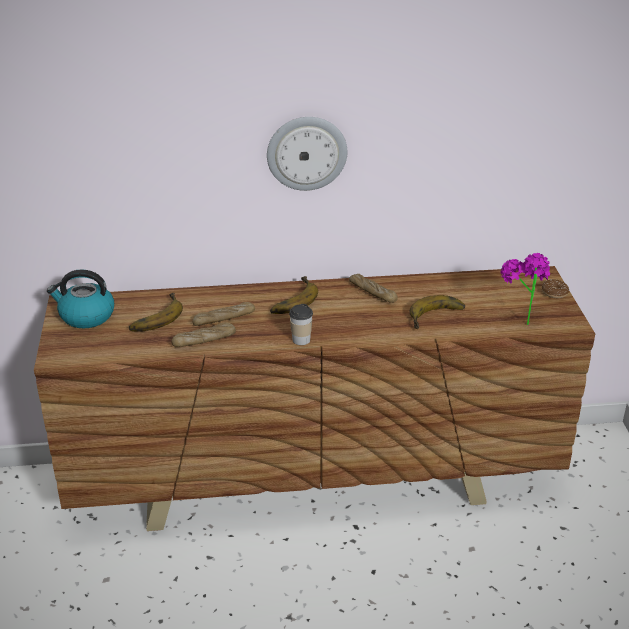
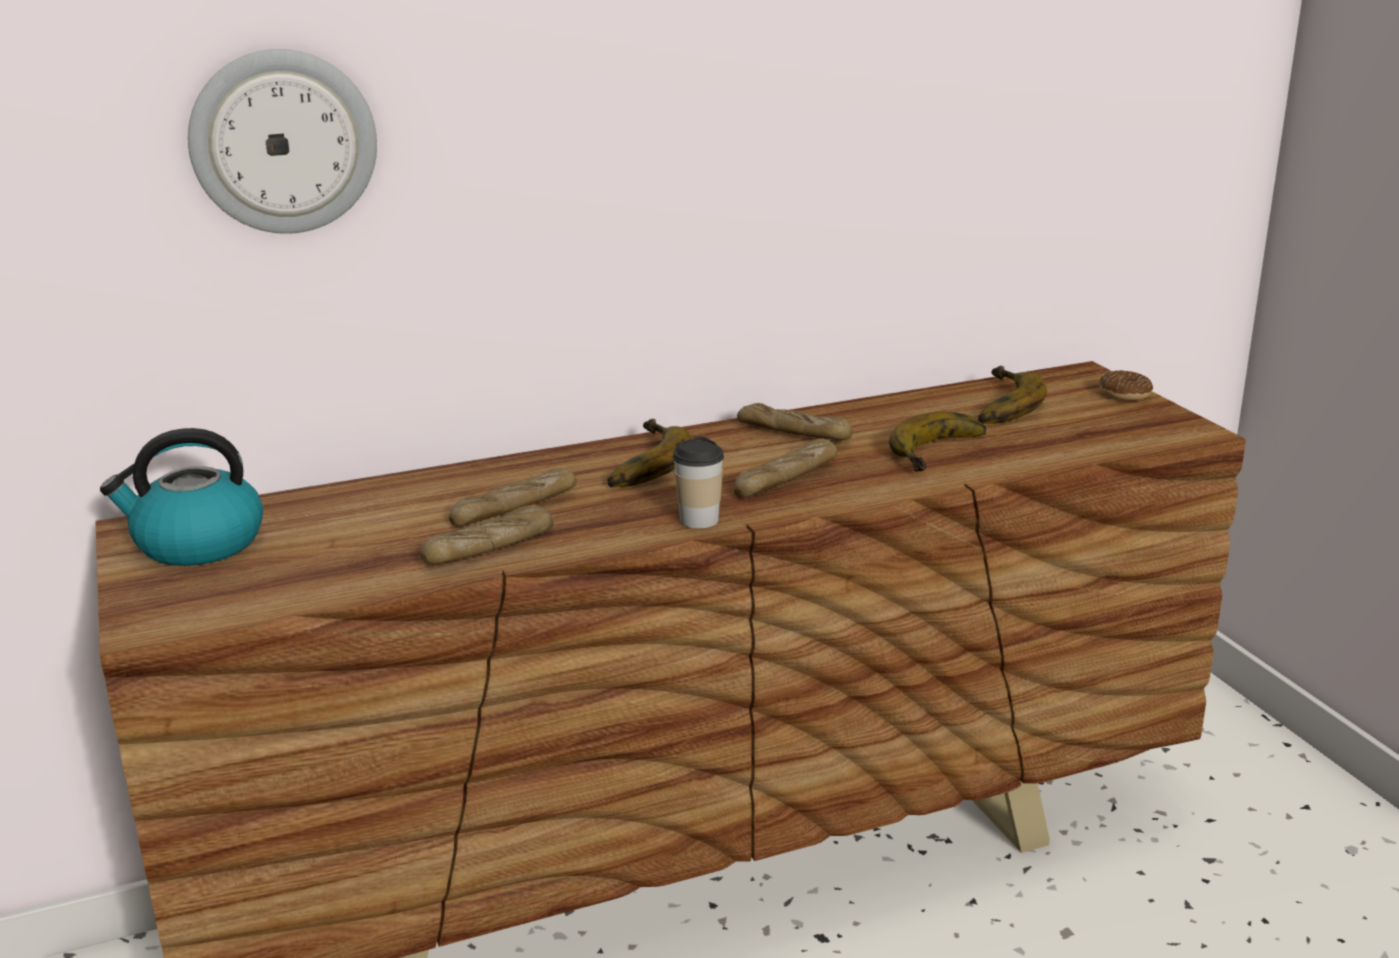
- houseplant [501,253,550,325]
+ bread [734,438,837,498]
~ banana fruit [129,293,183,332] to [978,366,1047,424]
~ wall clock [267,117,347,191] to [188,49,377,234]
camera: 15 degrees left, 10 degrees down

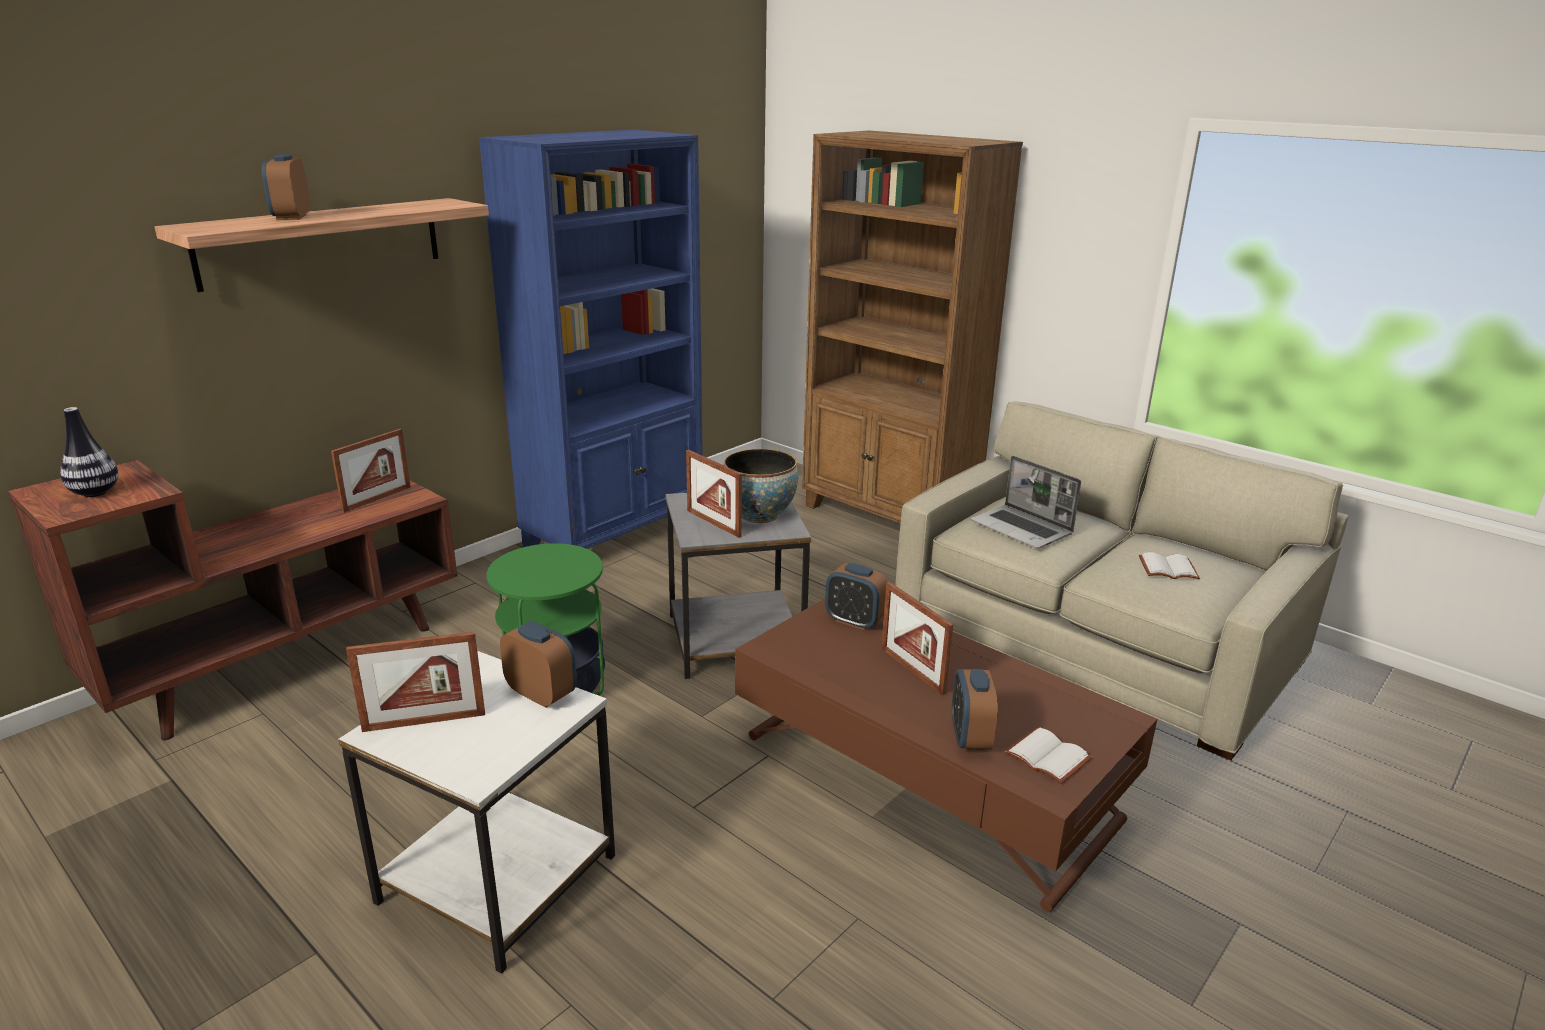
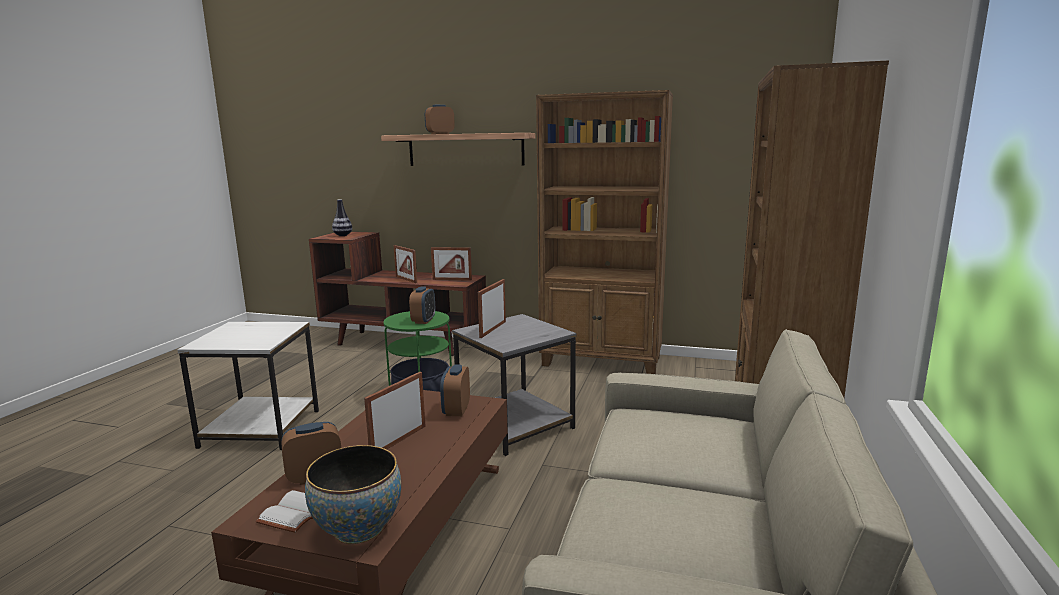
- portable computer [971,456,1081,548]
- volume (white) [1139,552,1200,579]
~ picture frame [346,632,485,732] to [394,245,417,283]
~ bedside clock [500,621,577,708] to [409,286,435,324]
~ serving bowl [724,449,798,523] to [305,445,401,544]
~ bookcase (blue-coloured) [478,130,703,549] to bookcase (brown-coloured) [536,90,673,374]
camera: 65 degrees right, 10 degrees down

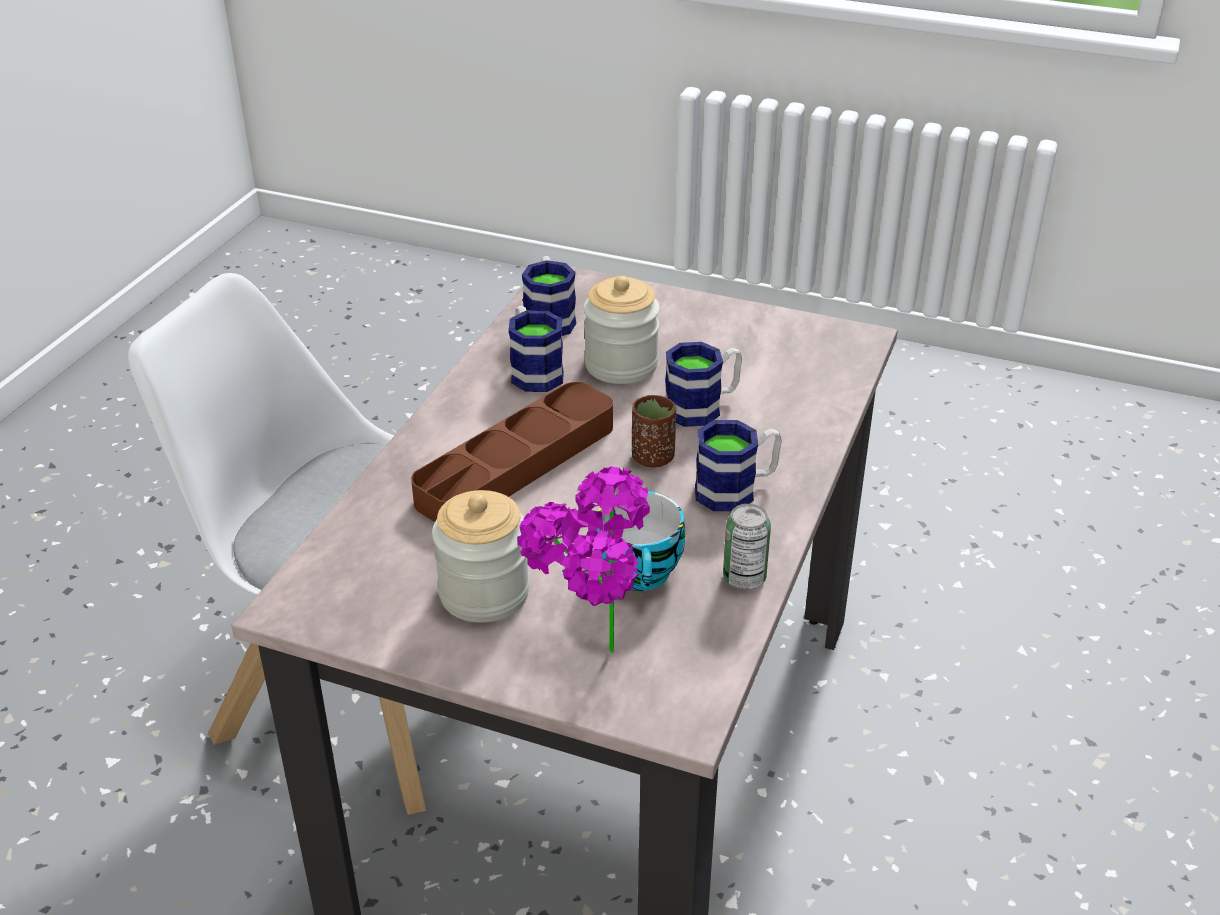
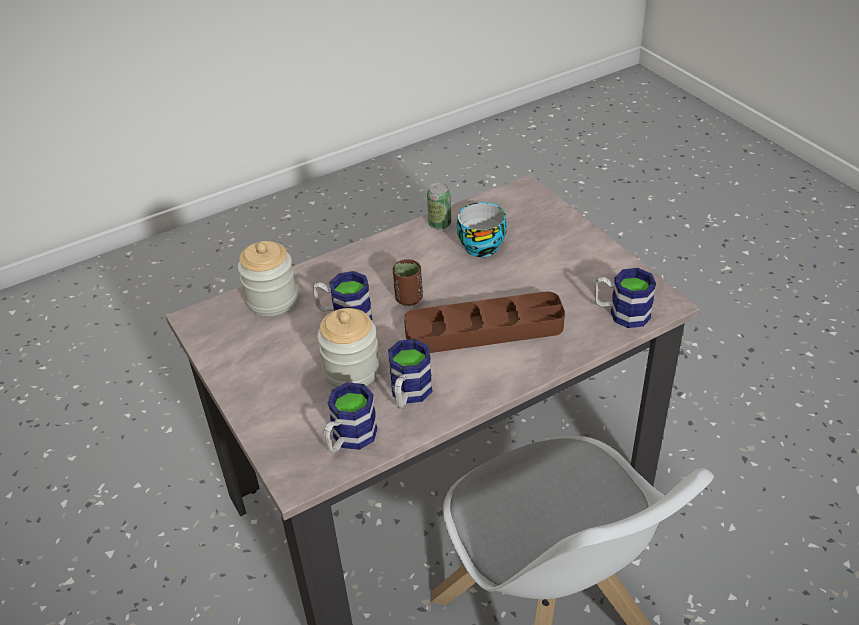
- houseplant [517,466,650,653]
~ jar [432,490,530,623] to [238,241,297,316]
~ coffee mug [695,420,782,511] to [595,268,656,328]
camera: 140 degrees left, 5 degrees up

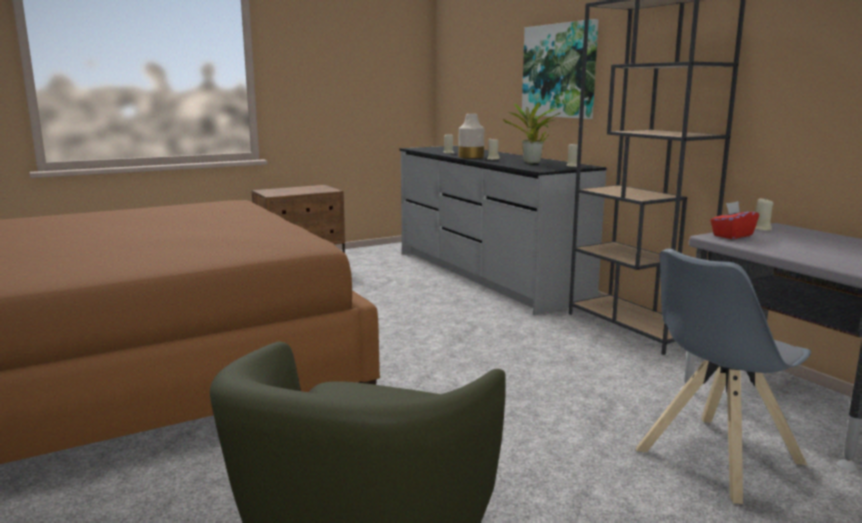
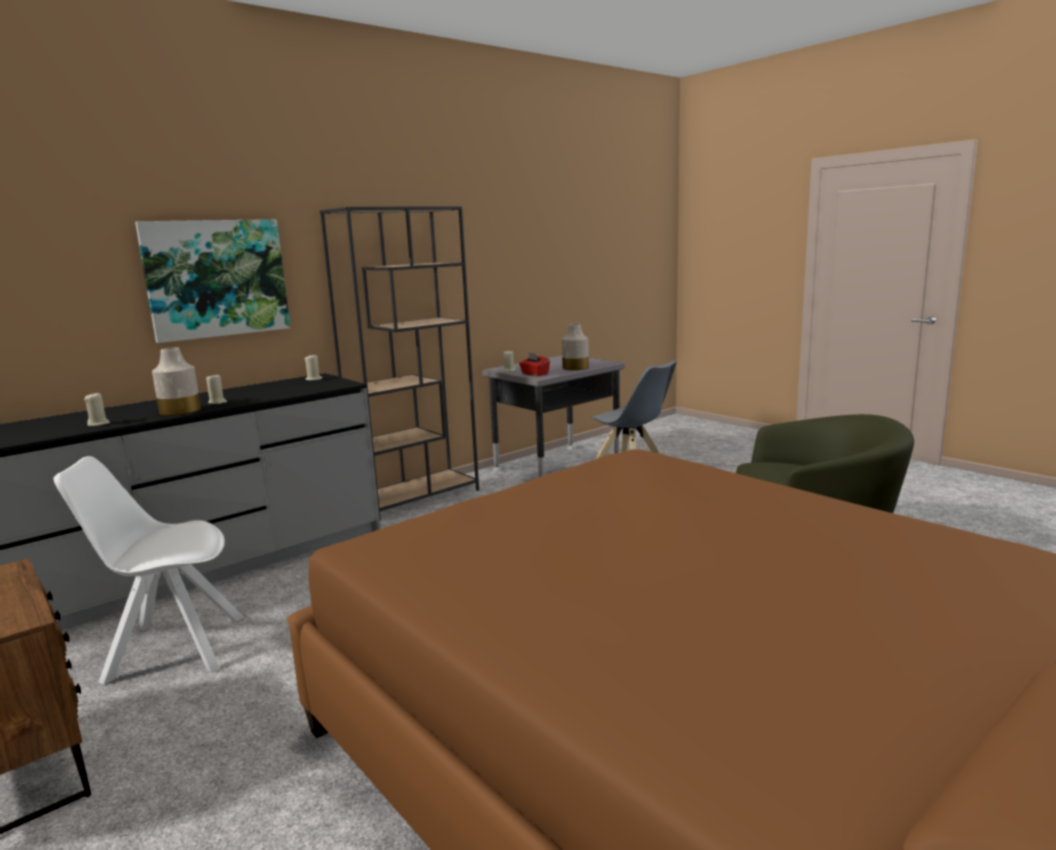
- houseplant [503,102,560,164]
+ upright chair (white) [54,456,244,685]
+ decorative vase (beige-coloured) [562,324,589,370]
camera: 100 degrees left, 0 degrees up

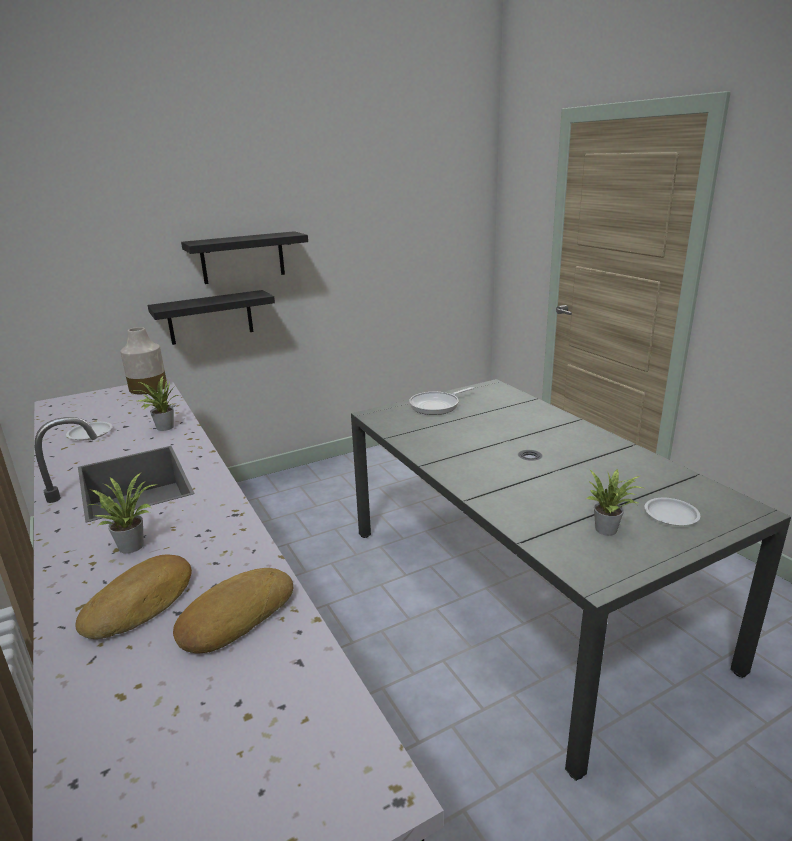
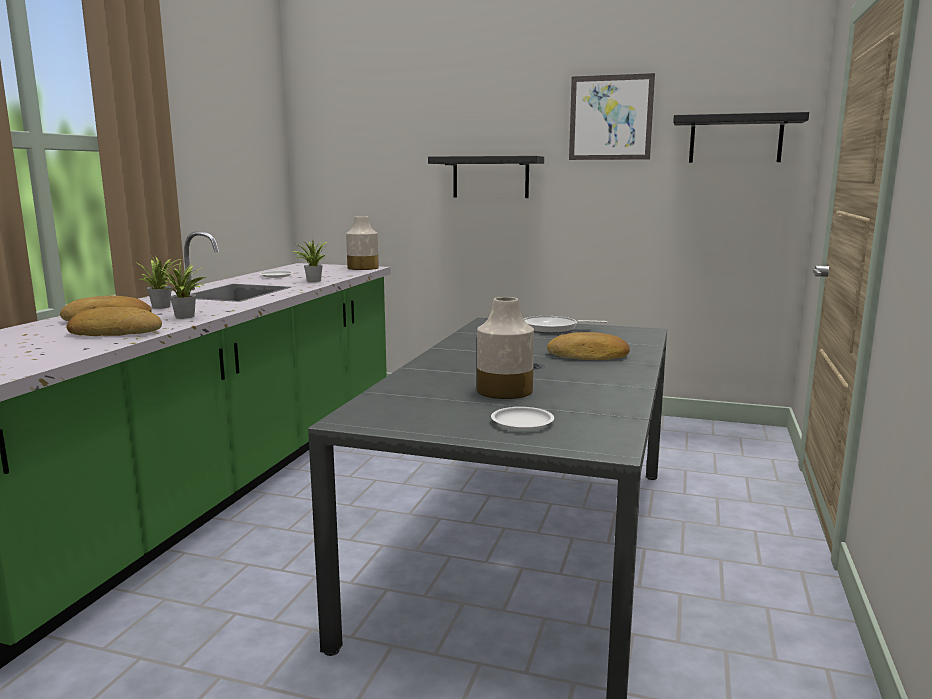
+ decorative vase (beige-coloured) [477,297,534,399]
+ bread [547,332,630,360]
+ wall picture [569,73,655,160]
~ bracket shelf (black-coloured) [148,290,275,345] to [673,112,809,163]
~ houseplant [586,469,643,536] to [157,262,206,319]
camera: 45 degrees right, 10 degrees down

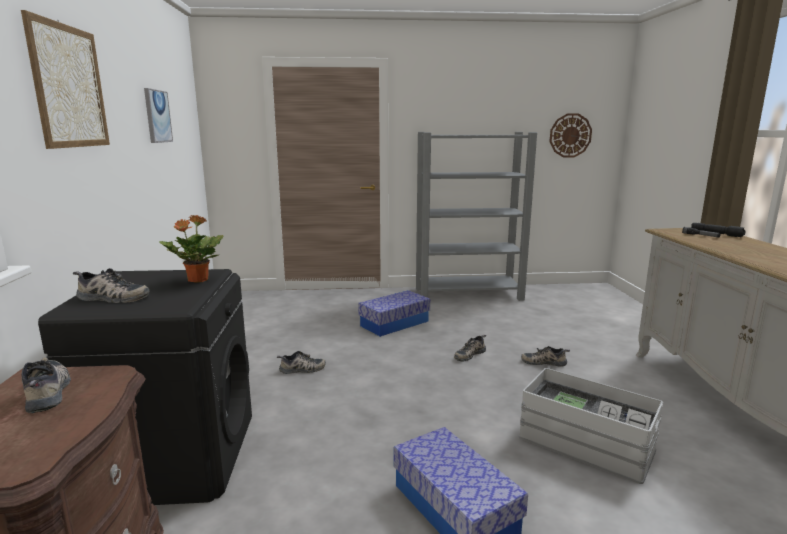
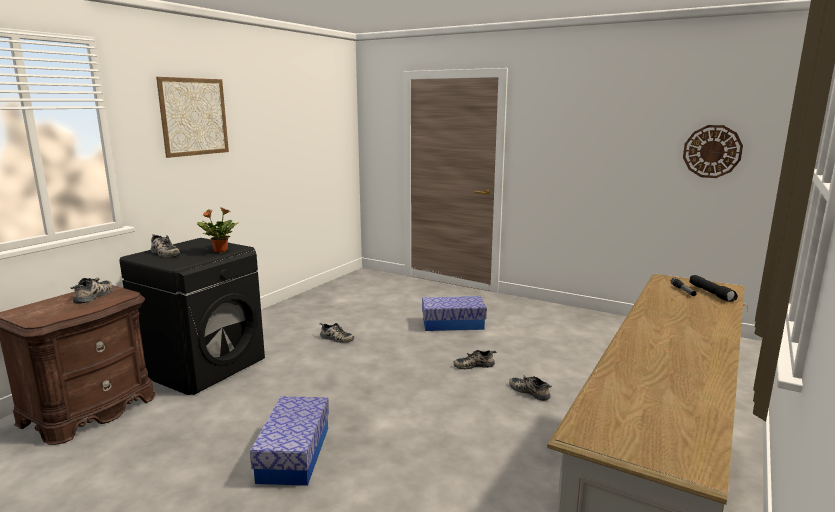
- wall picture [144,88,173,143]
- bookcase (gray) [416,132,537,301]
- storage box (gray) [519,368,663,484]
camera: 35 degrees right, 0 degrees up

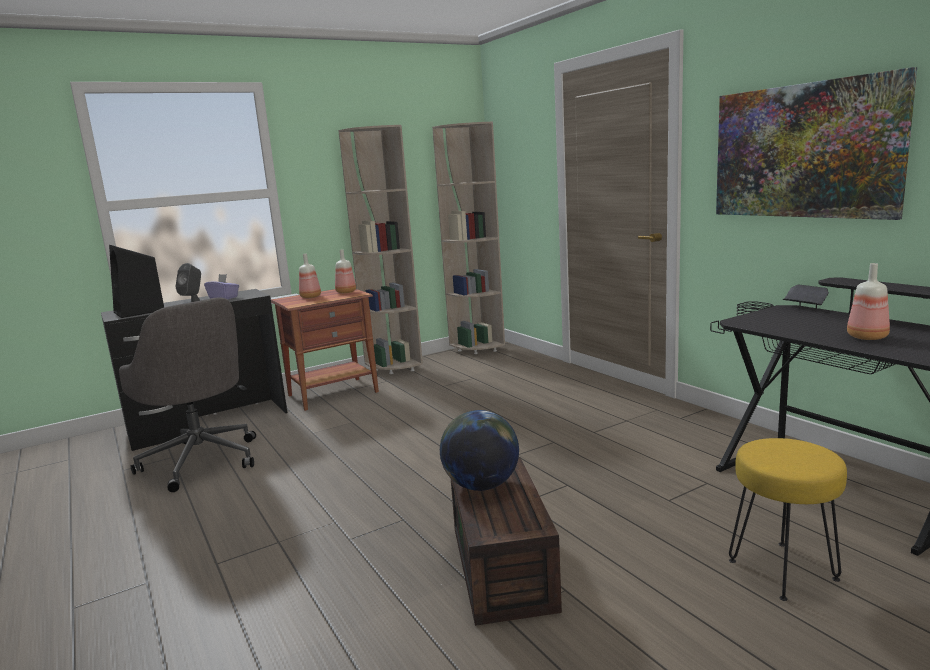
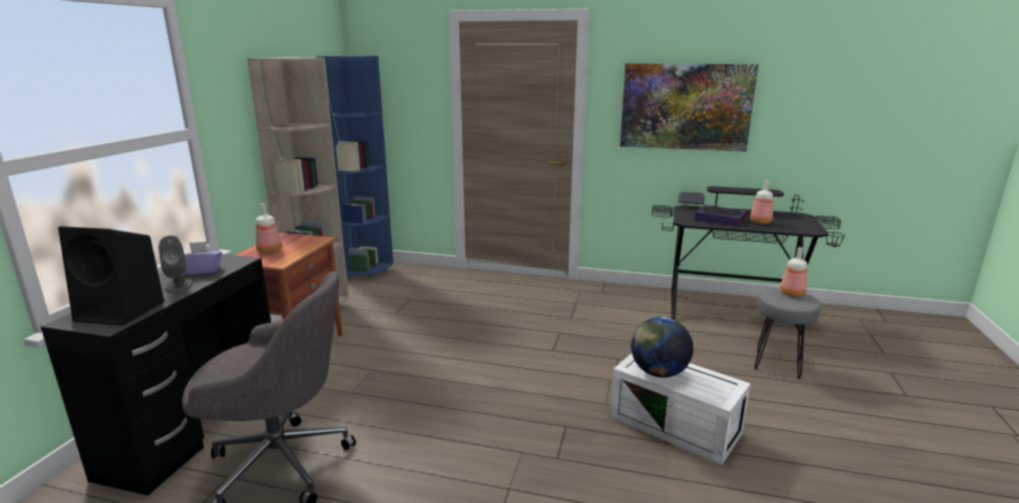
+ volume [694,205,747,226]
~ beverage bottle [335,249,356,293] to [780,247,807,297]
~ bookcase (beige-coloured) [432,122,505,354] to bookcase (blue-coloured) [316,56,393,278]
~ storage box (brown-coloured) [451,457,562,626] to storage box (white) [610,353,751,465]
~ stool seat (yellow) [729,438,847,601] to stool seat (gray) [754,288,821,379]
camera: 45 degrees left, 5 degrees up

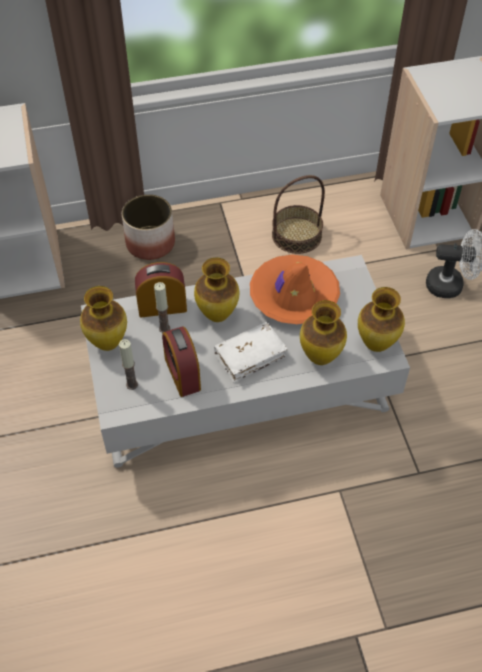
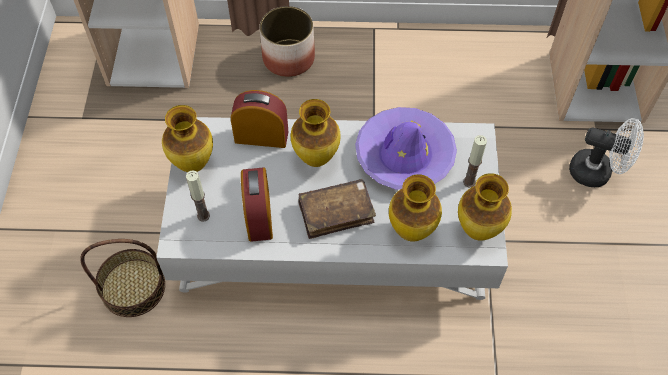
~ candle [154,282,170,333] to [463,135,487,187]
~ household basket [272,175,325,254] to [80,239,165,317]
~ volume (white) [214,322,288,383] to volume (brown-coloured) [298,179,376,239]
~ clothing hat (orange) [250,254,340,324] to clothing hat (purplish) [355,107,457,190]
camera: 15 degrees right, 5 degrees up

